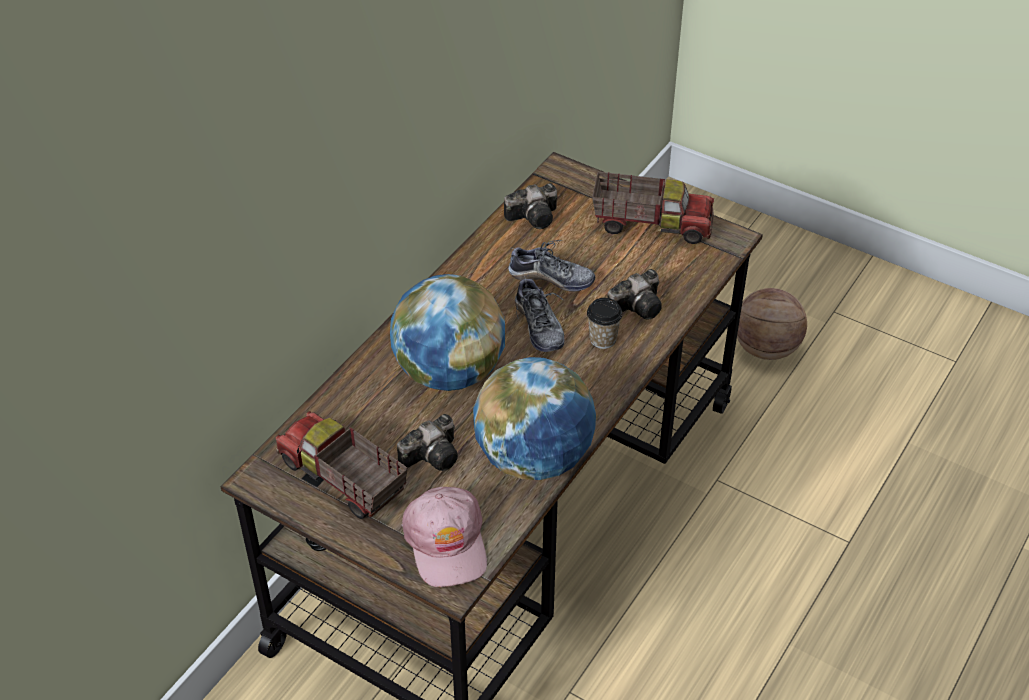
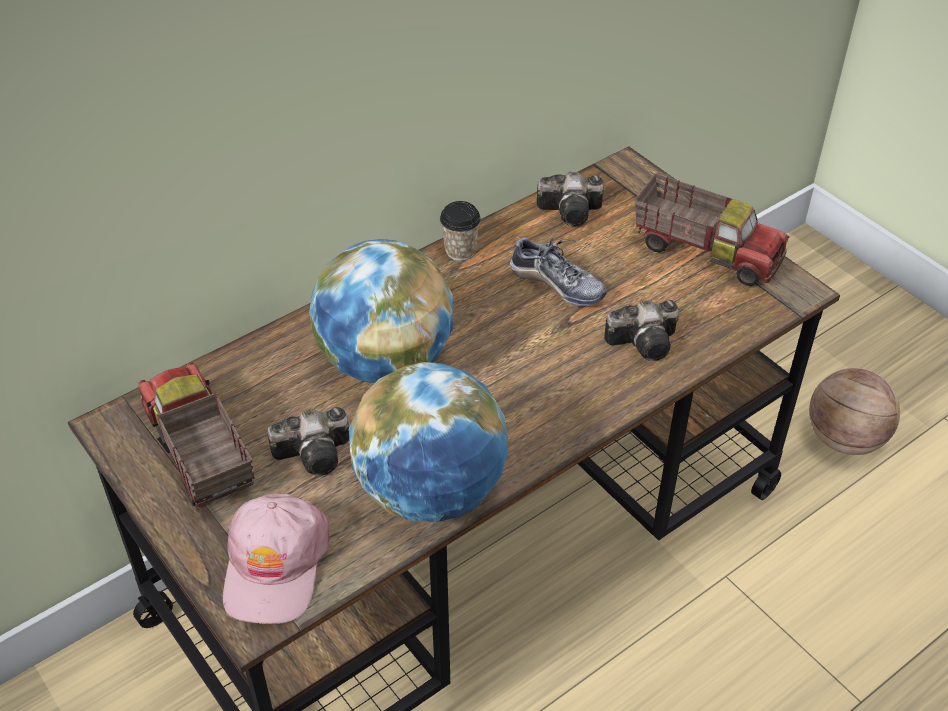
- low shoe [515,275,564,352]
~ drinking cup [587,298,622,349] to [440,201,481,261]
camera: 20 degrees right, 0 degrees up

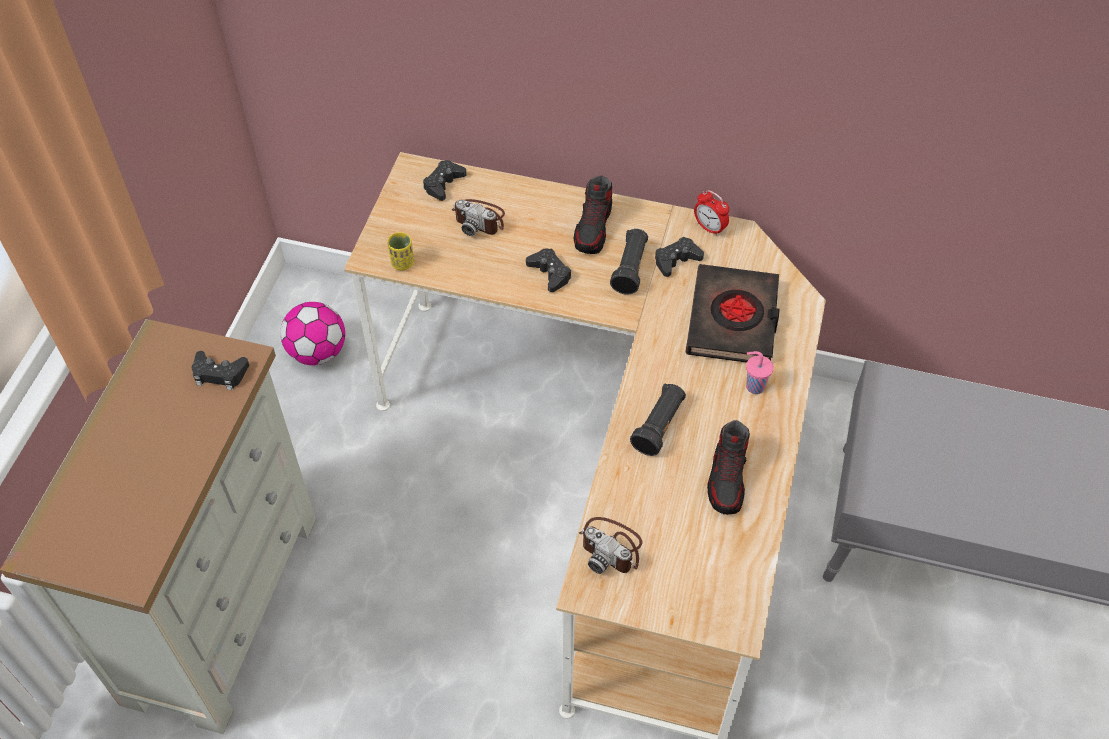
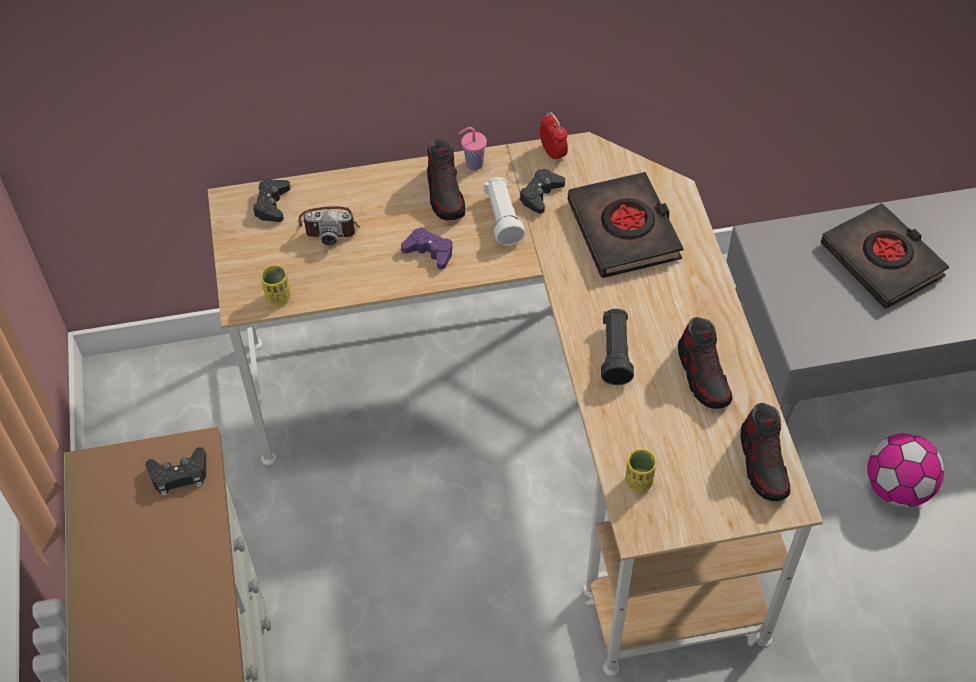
+ low shoe [740,403,790,502]
+ volume (black-coloured) [821,203,949,309]
~ ball for football [280,302,345,365] to [867,433,944,507]
~ drinking cup (pink) [746,351,774,394] to [459,127,487,170]
~ still camera [579,517,642,574] to drinking cup (yellow) [625,449,656,492]
~ joypad (black-coloured) [526,248,572,292] to joypad (purplish) [401,227,453,269]
~ hand torch (black-coloured) [610,229,648,295] to hand torch (white) [484,177,525,245]
~ bedside clock [694,190,729,236] = [540,112,568,163] 135 degrees counterclockwise
camera: 25 degrees left, 0 degrees up

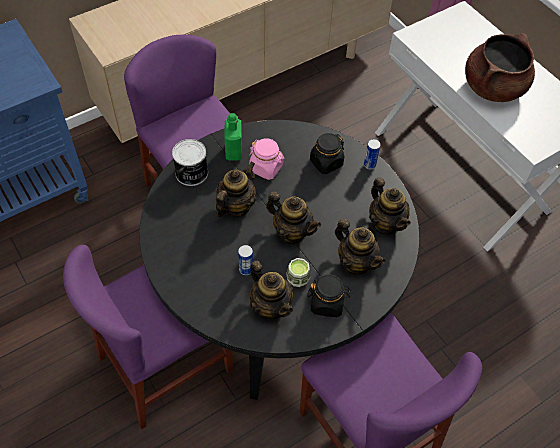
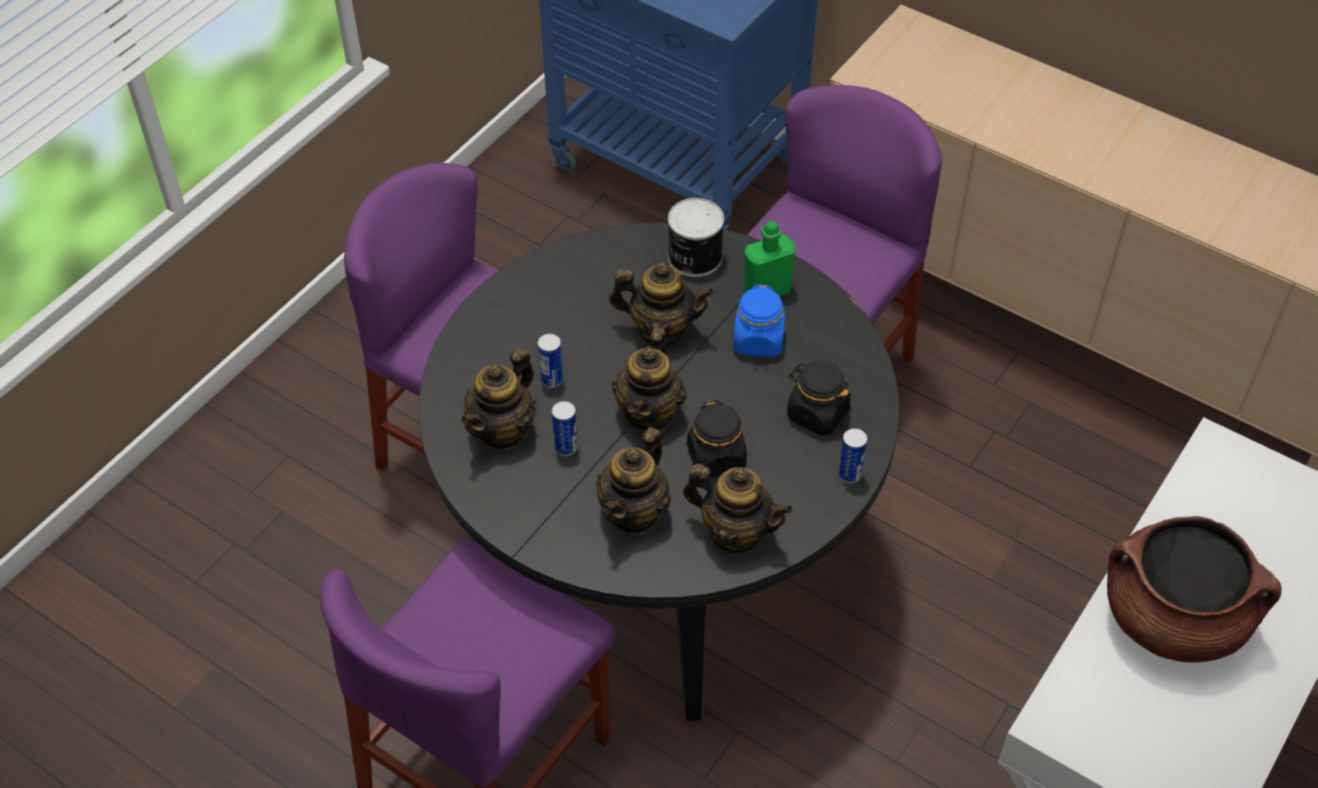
~ jar (black-coloured) [307,274,351,317] to [687,400,747,478]
~ drinking cup [286,258,310,287] to can [552,401,578,456]
~ jar (pink) [249,138,284,180] to jar (blue-coloured) [733,284,785,357]
~ teapot [369,177,411,235] = [683,464,793,553] 105 degrees counterclockwise
camera: 70 degrees right, 5 degrees down

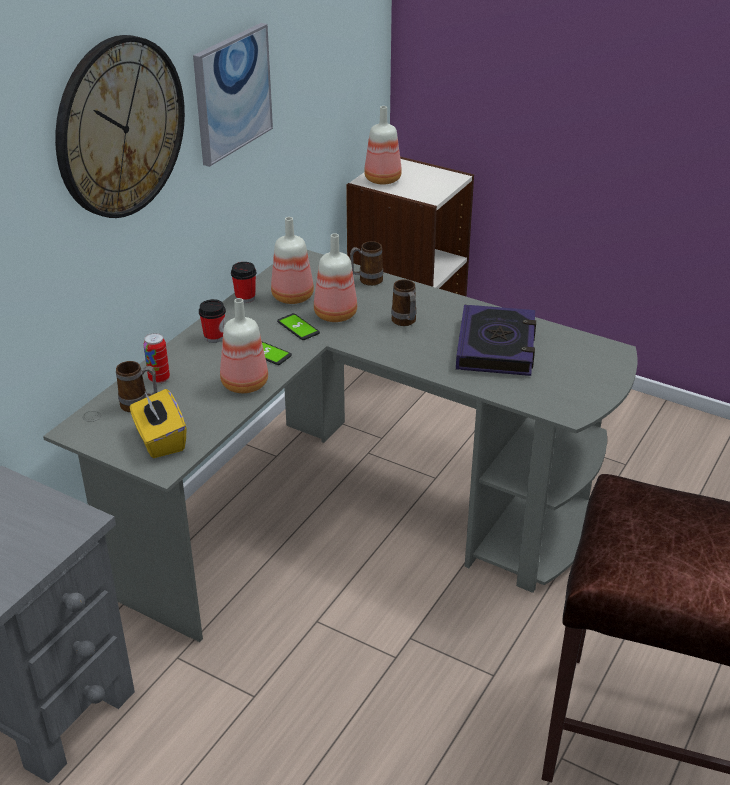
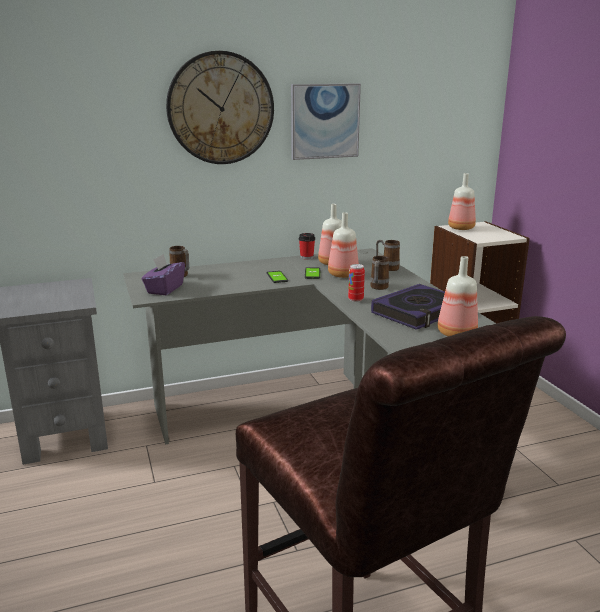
- drinking cup [199,299,226,343]
~ can [143,333,170,384] to [348,264,365,302]
~ beverage bottle [220,298,268,393] to [438,256,478,337]
~ tissue holder (yellow) [130,389,187,458] to tissue holder (purplish) [142,254,185,295]
camera: 40 degrees right, 15 degrees down

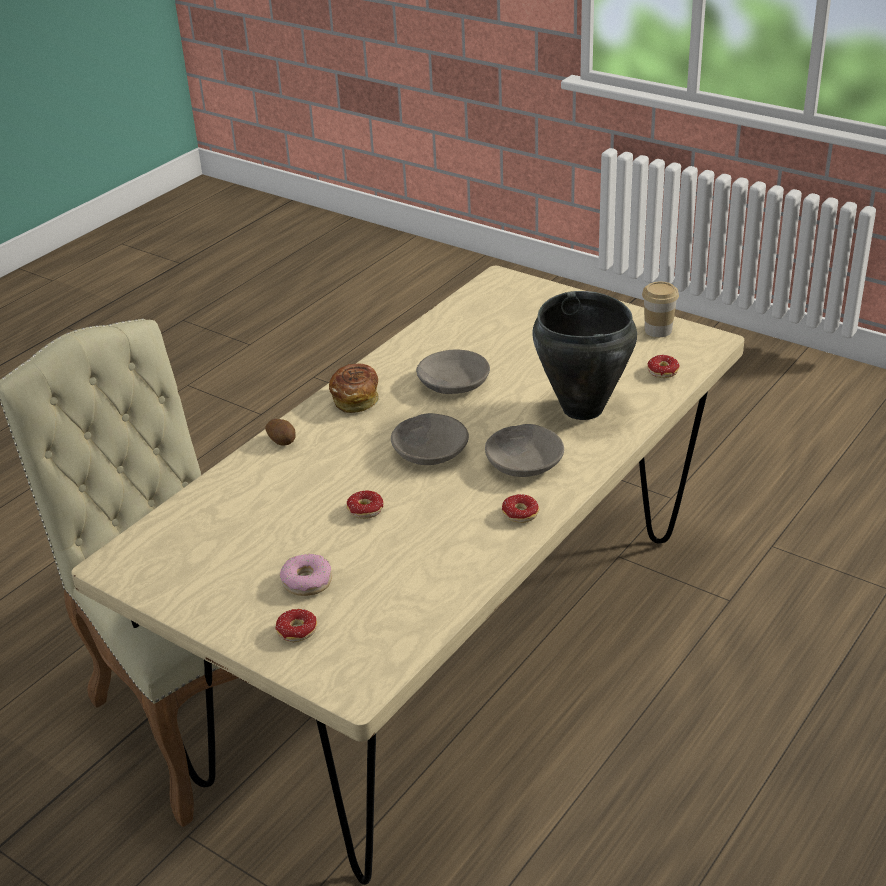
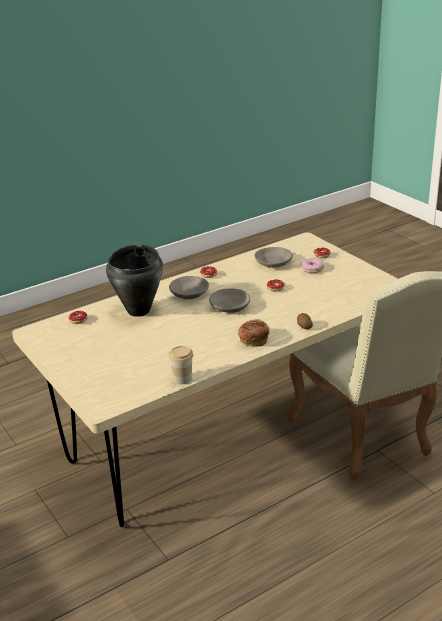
~ serving bowl (gray) [416,349,490,394] to [254,247,293,268]
~ drinking cup [642,281,679,337] to [168,346,193,384]
camera: 160 degrees left, 5 degrees down

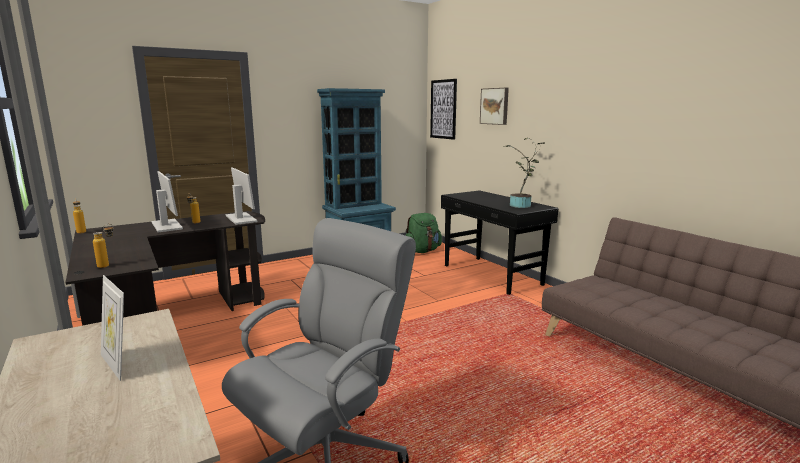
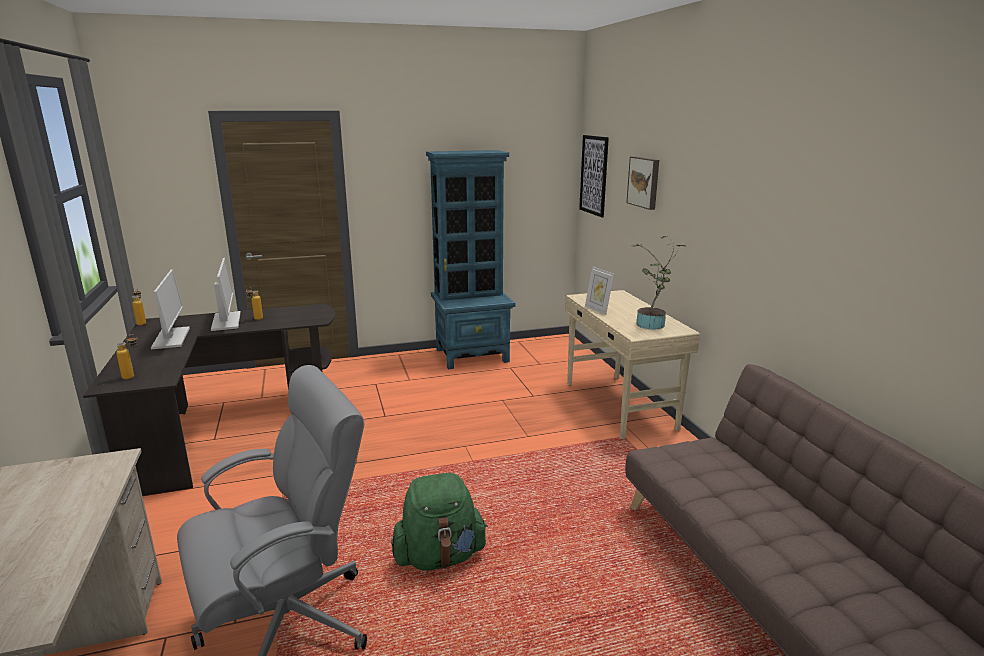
~ picture frame [101,275,124,381] to [585,266,614,315]
~ computer screen [226,167,257,225] to [151,269,190,349]
~ backpack (green) [405,213,442,253] to [391,473,488,570]
~ narrow table (black-coloured) [441,190,558,295] to narrow table (beige-coloured) [565,290,700,439]
camera: 15 degrees right, 5 degrees up

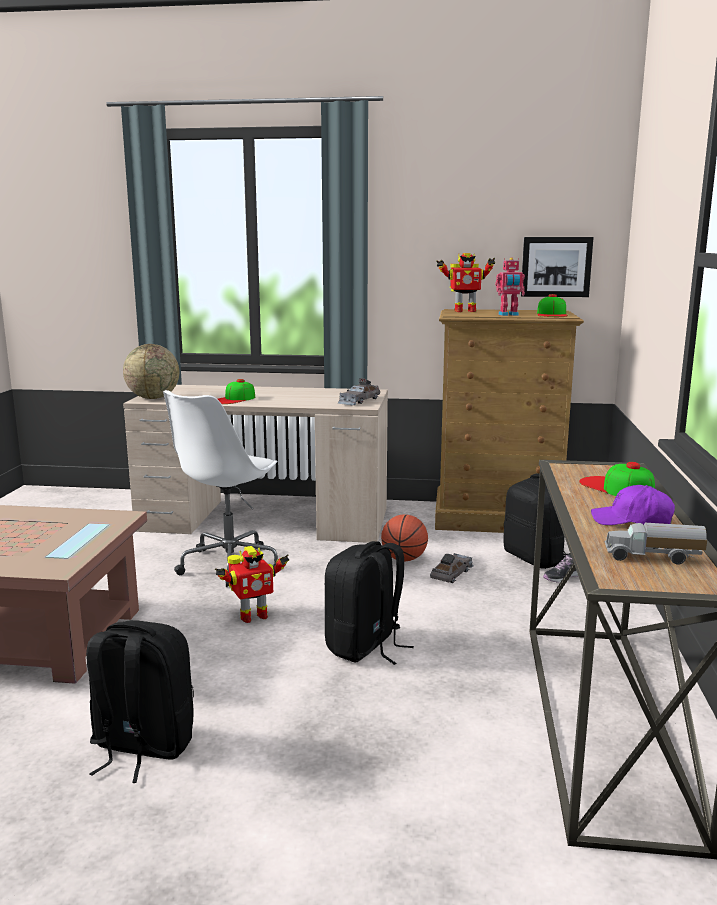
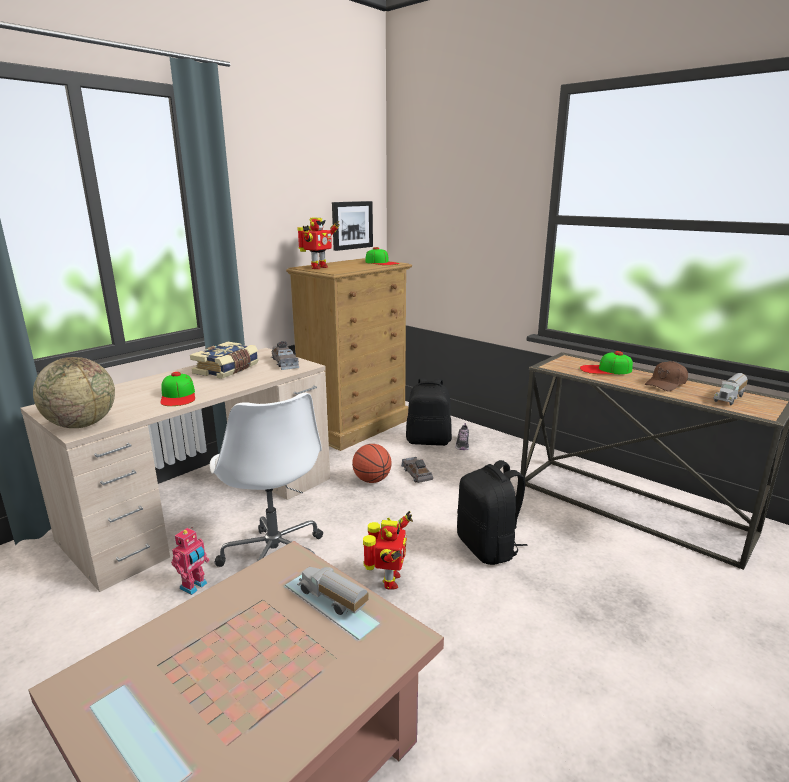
- backpack (black-coloured) [86,620,194,783]
+ volume [190,342,259,379]
+ toy lorry [297,567,369,615]
~ toy robot [495,257,525,316] to [171,527,210,595]
~ cap (purplish) [591,485,675,525] to cap (brown-coloured) [645,361,688,391]
camera: 55 degrees left, 5 degrees up

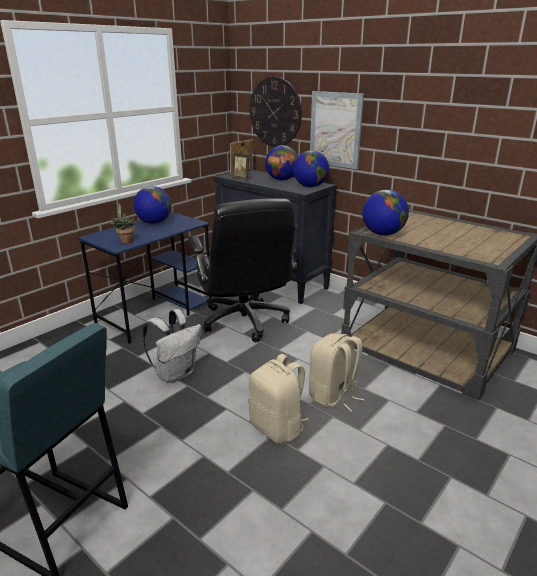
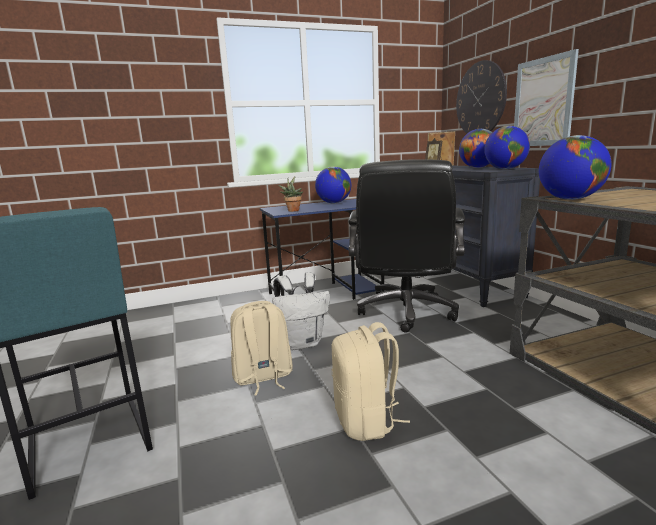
~ backpack (beige-coloured) [309,333,365,412] to [230,301,293,396]
camera: 30 degrees right, 10 degrees down

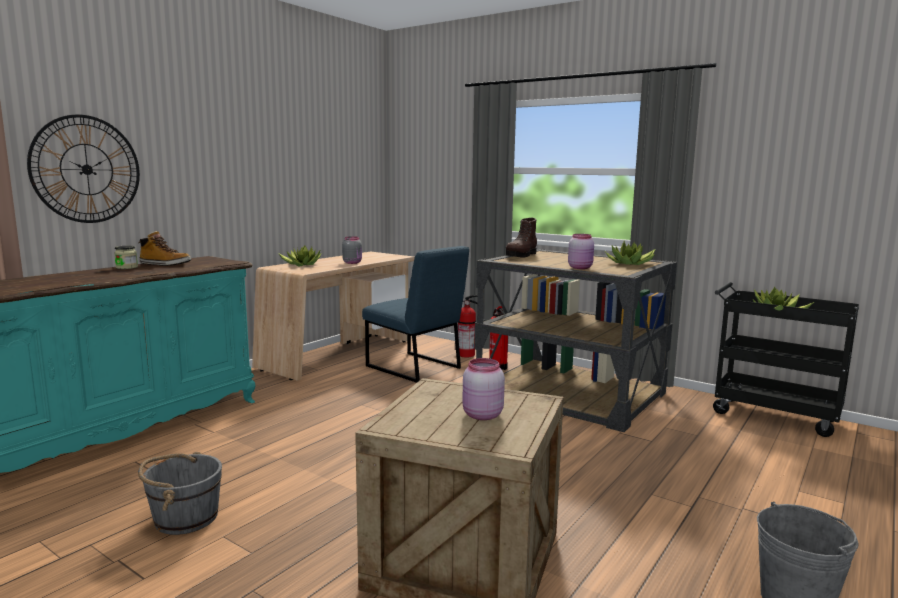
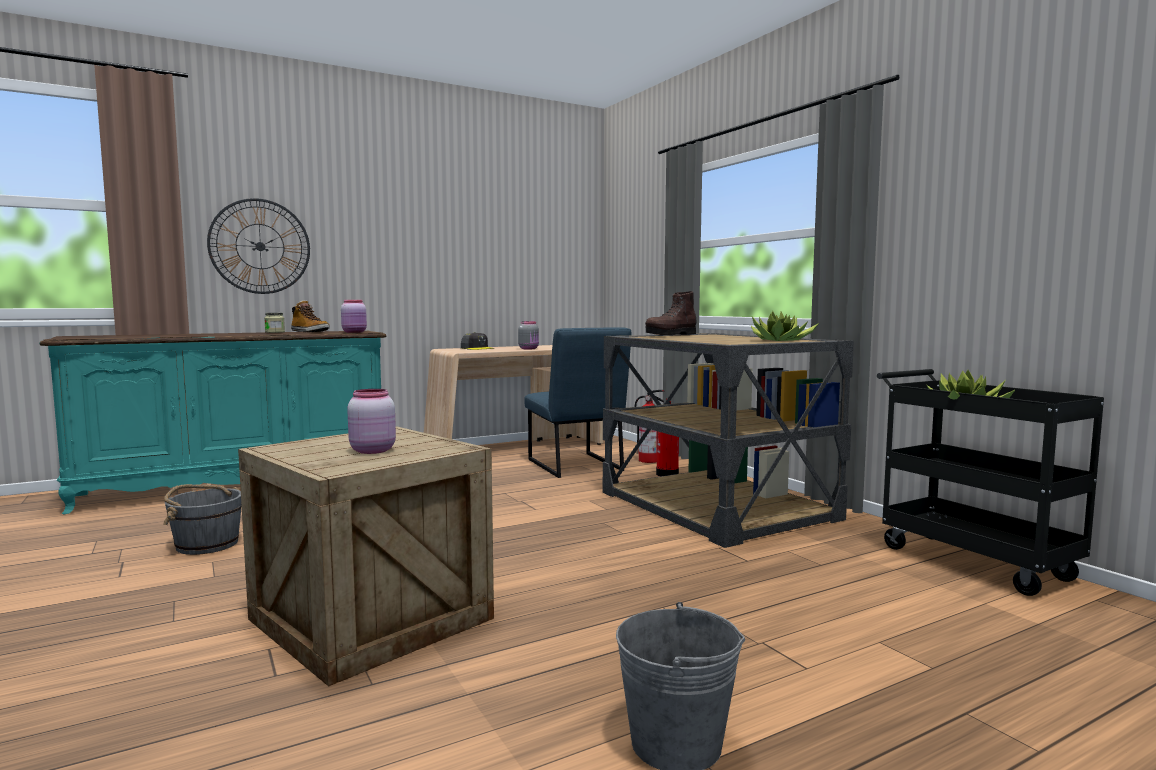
~ jar (pink) [568,234,594,269] to [341,300,367,333]
~ houseplant [279,245,321,267] to cap (gray) [461,332,494,350]
camera: 25 degrees right, 5 degrees down

